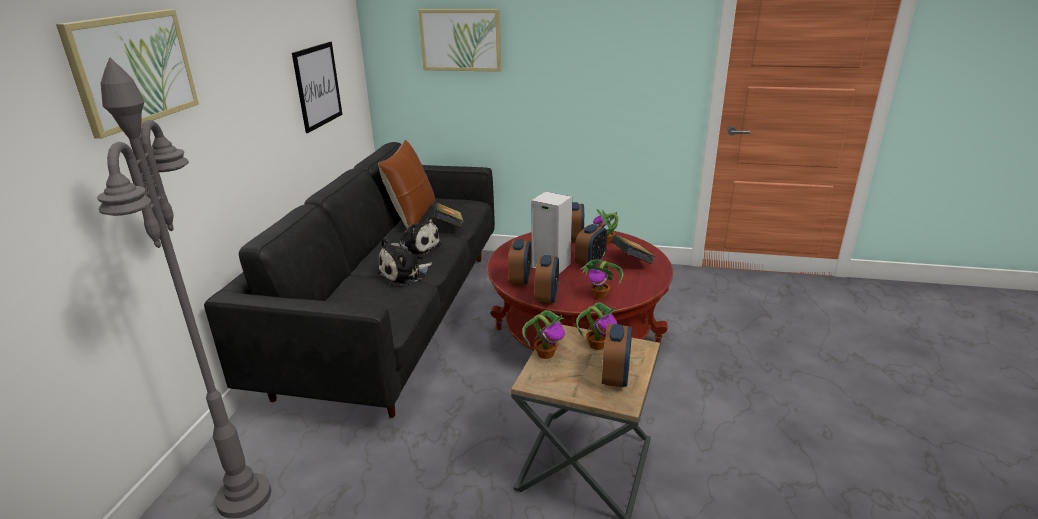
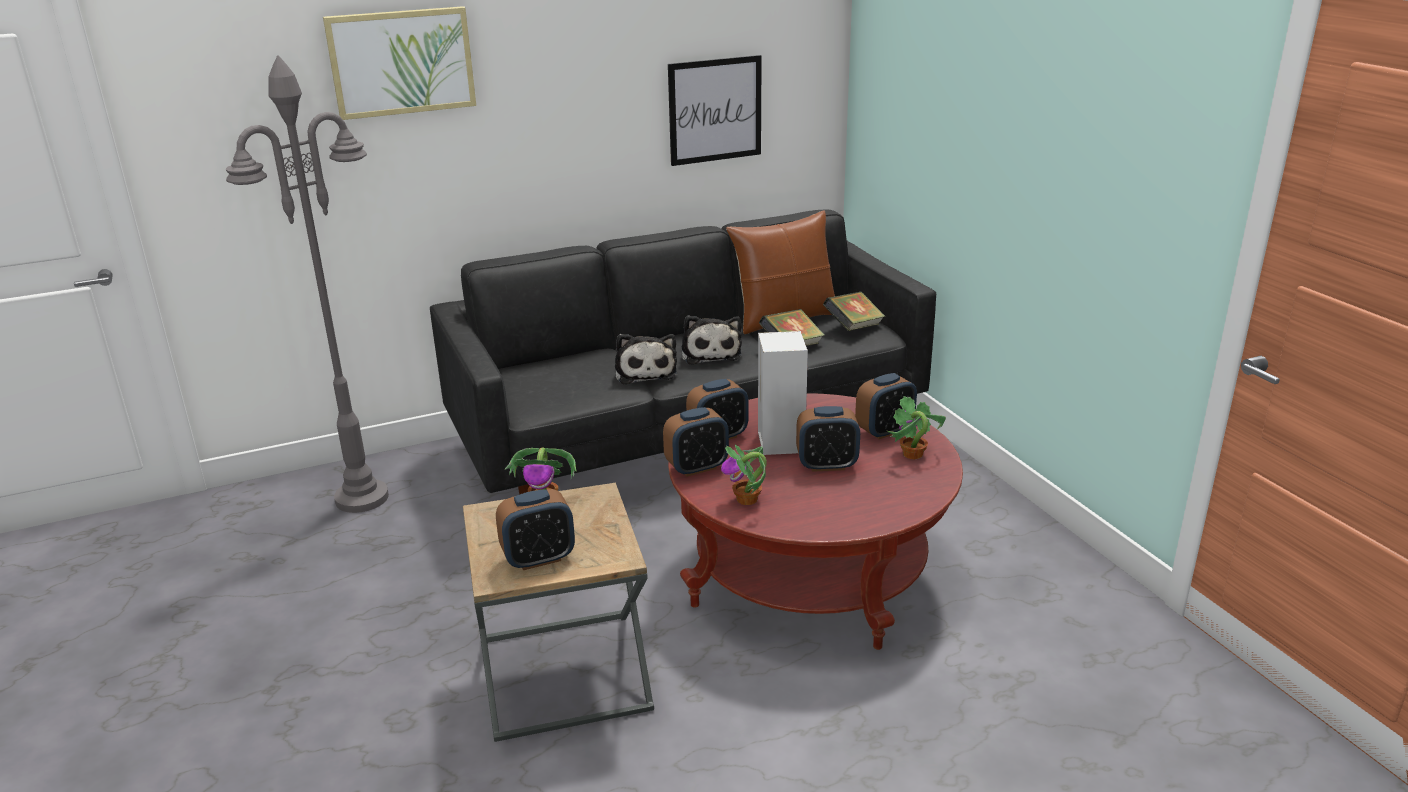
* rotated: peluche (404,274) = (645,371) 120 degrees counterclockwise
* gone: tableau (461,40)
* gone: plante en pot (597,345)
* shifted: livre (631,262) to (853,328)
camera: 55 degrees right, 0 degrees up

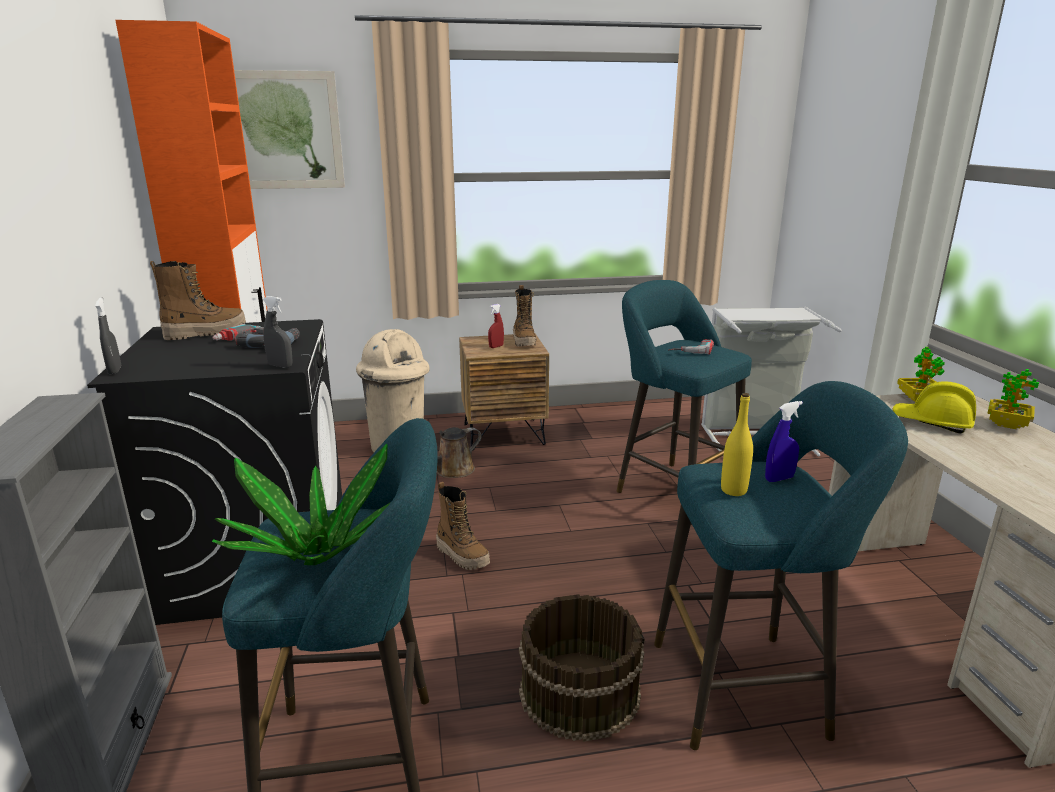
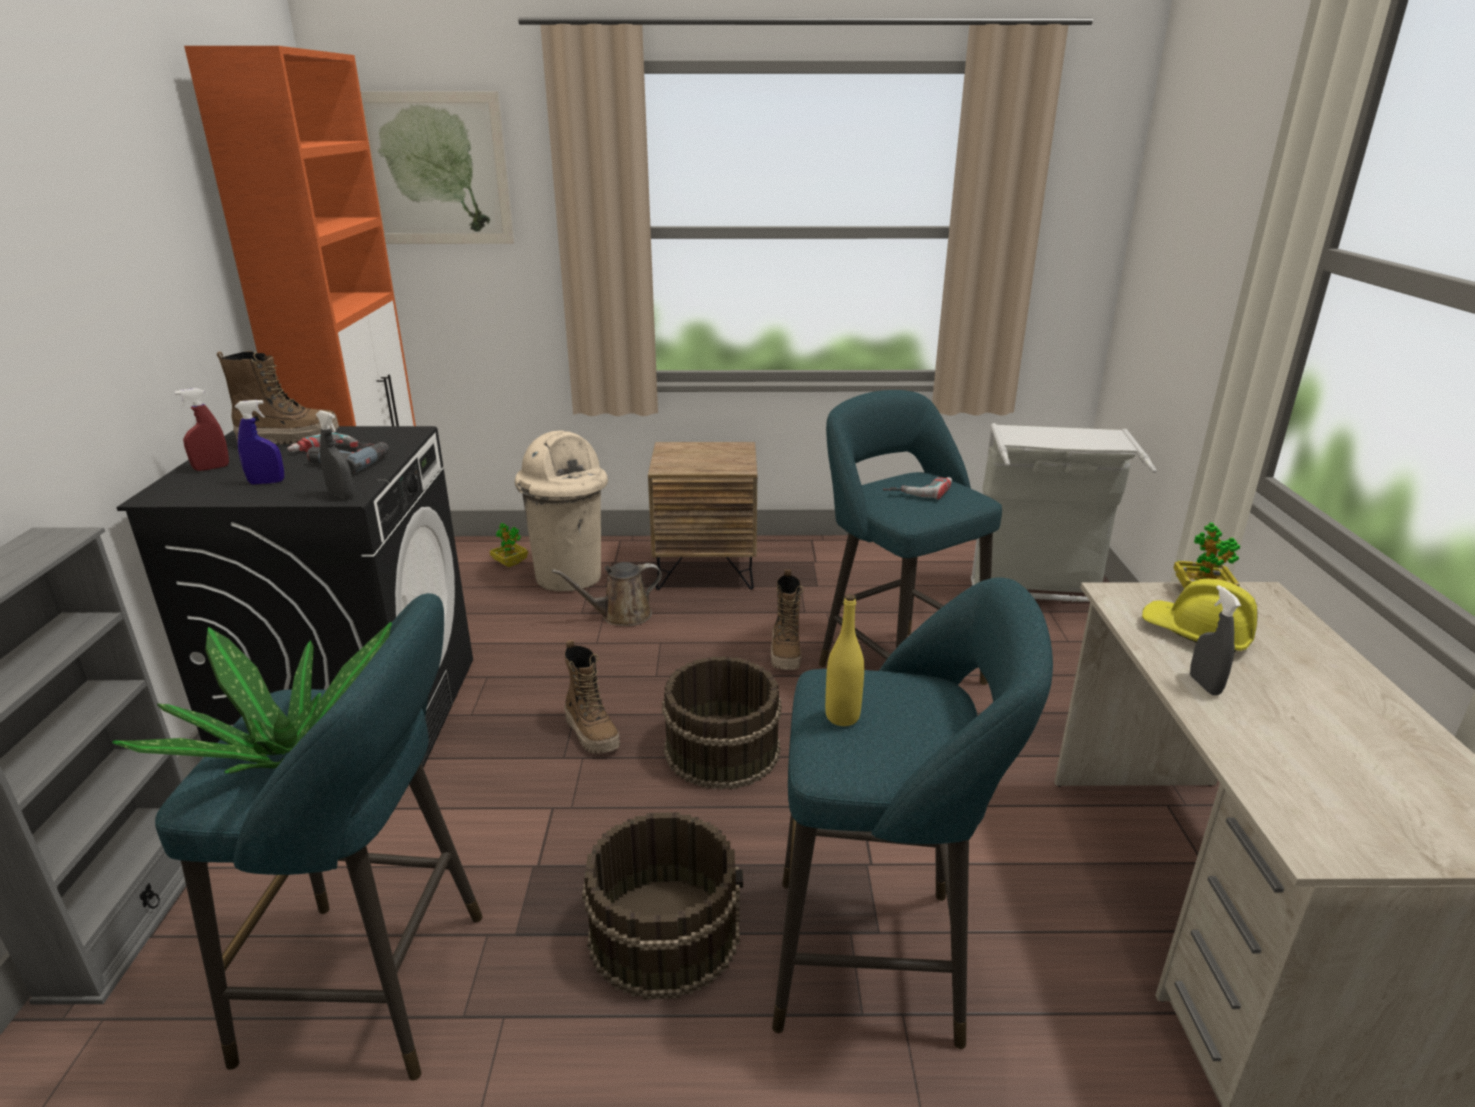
* shifted: vaporisateur [gris] (115,370) to (1204,685)
* shifted: vaporisateur [rouge] (496,346) to (211,468)
* shifted: botte (524,342) to (786,653)
* shifted: vaporisateur [bleu] (779,479) to (267,482)
* shifted: plante en pot (1007,424) to (510,563)
* new: seau [marron] (720,750)
camera: 10 degrees right, 5 degrees up

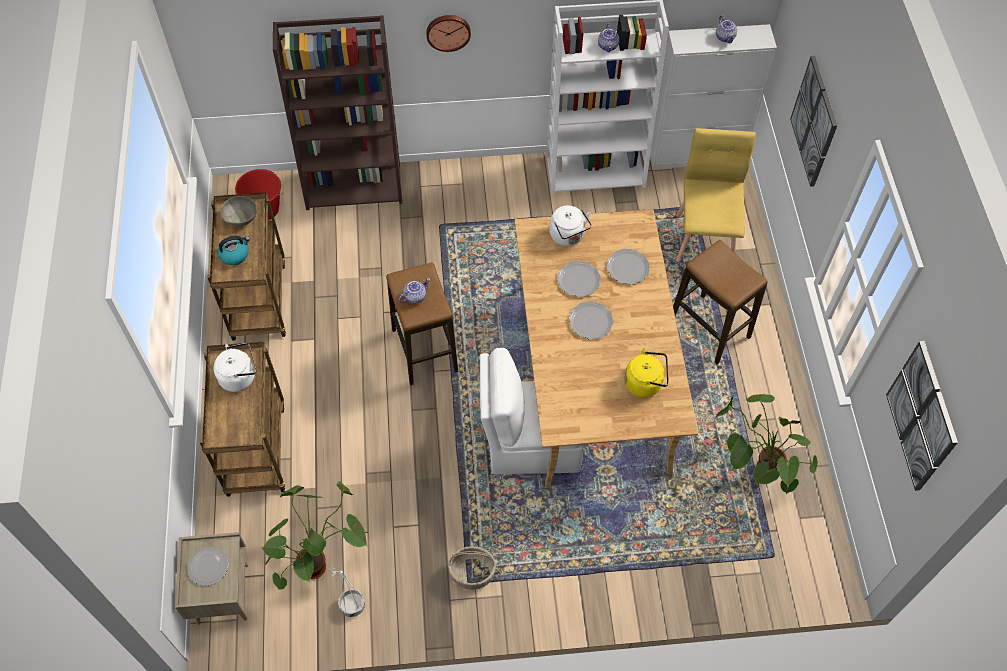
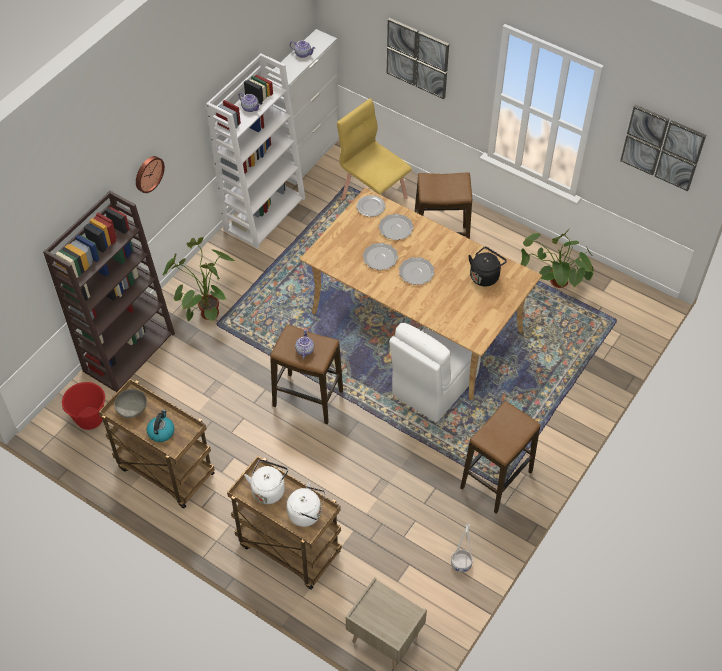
* shifted: assiette (208,567) to (370,207)
* shifted: plante en pot (317,556) to (204,308)
* swapped: panier (472,573) to tabouret (496,480)
* shifted: bouilloire [blanc] (568,236) to (307,514)
* repainted: bouilloire [jaune] (645,383) to bouilloire [noir] (485,275)
camera: 50 degrees left, 5 degrees down

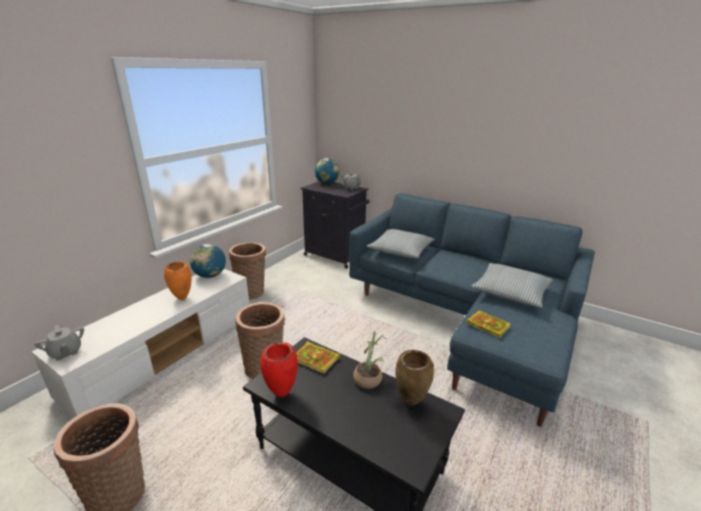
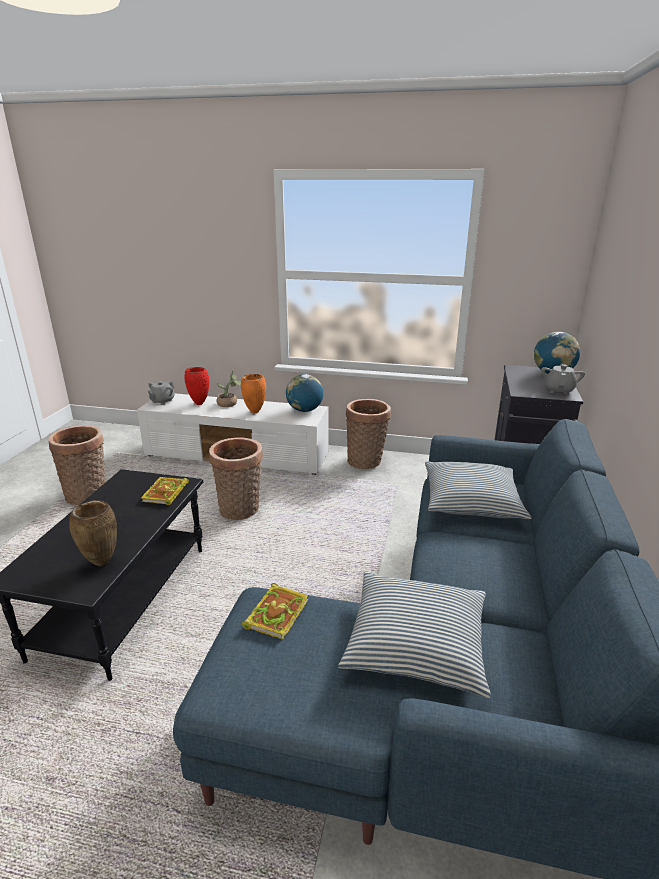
* shifted: vase [rouge] (281,393) to (200,403)
* shifted: plante en pot (369,377) to (229,404)
camera: 70 degrees right, 0 degrees up

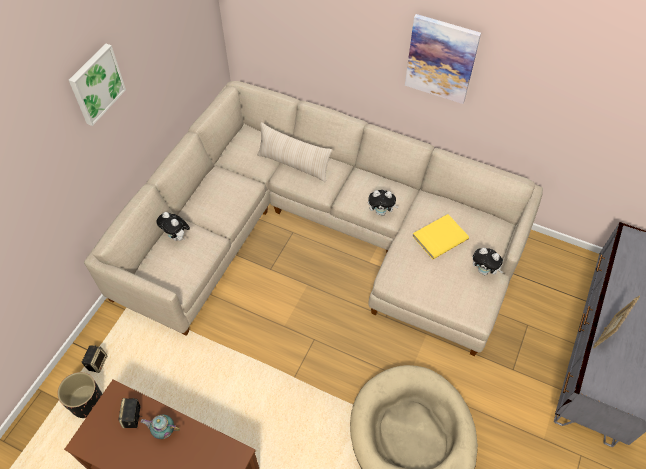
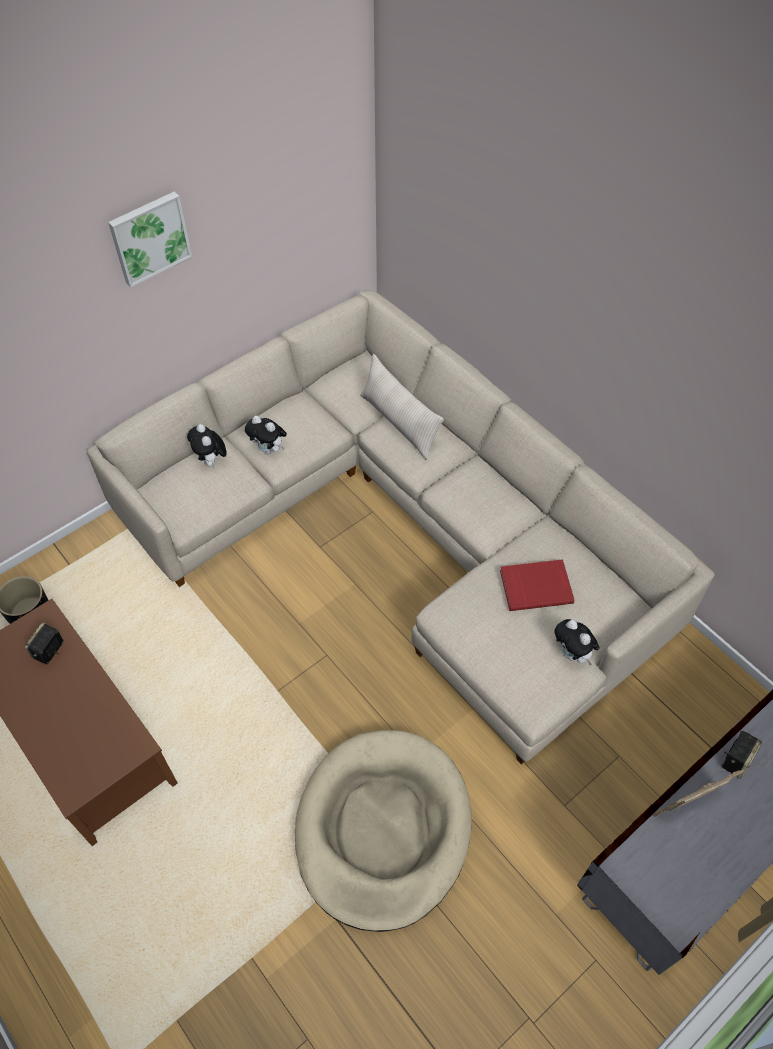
* shifted: enceinte (97,362) to (736,759)
* gone: théière (163,431)
* shifted: peluche (381,212) to (269,449)
* gone: tableau (441,59)
* repainted: livre [jaune] (439,237) to livre [rouge] (535,586)
camera: 25 degrees right, 0 degrees up

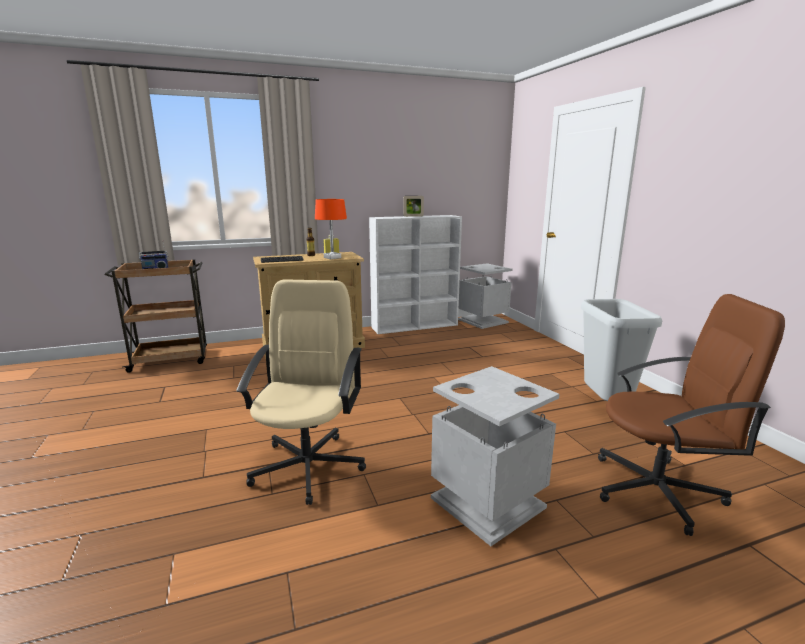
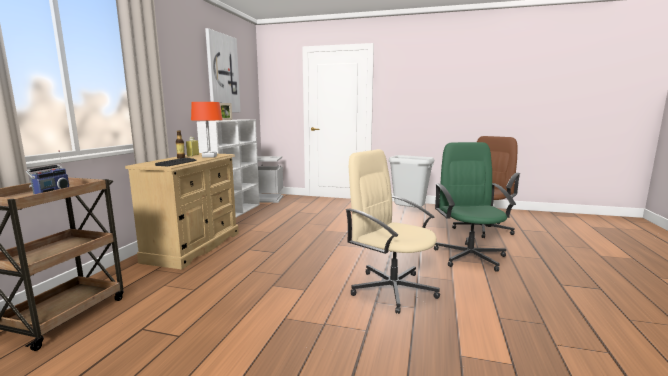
* swapped: poubelle [gris] (488,503) to chaise de bureau [vert] (469,256)
* new: tableau (222,74)
camera: 55 degrees left, 5 degrees down

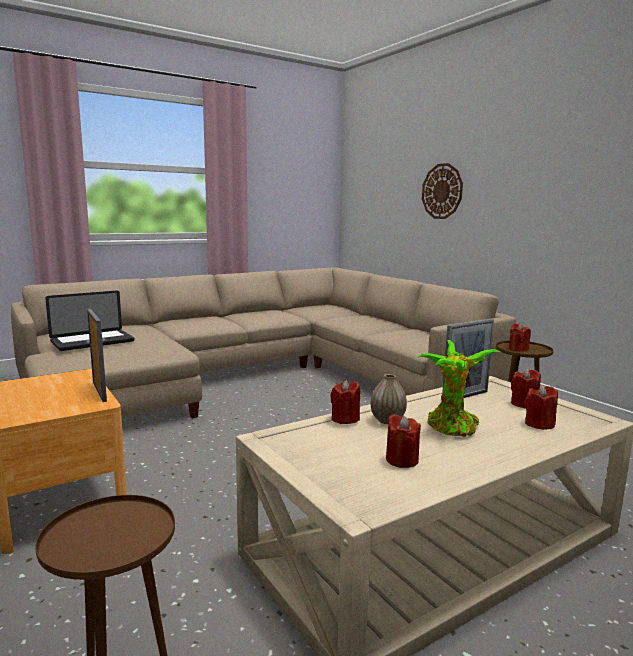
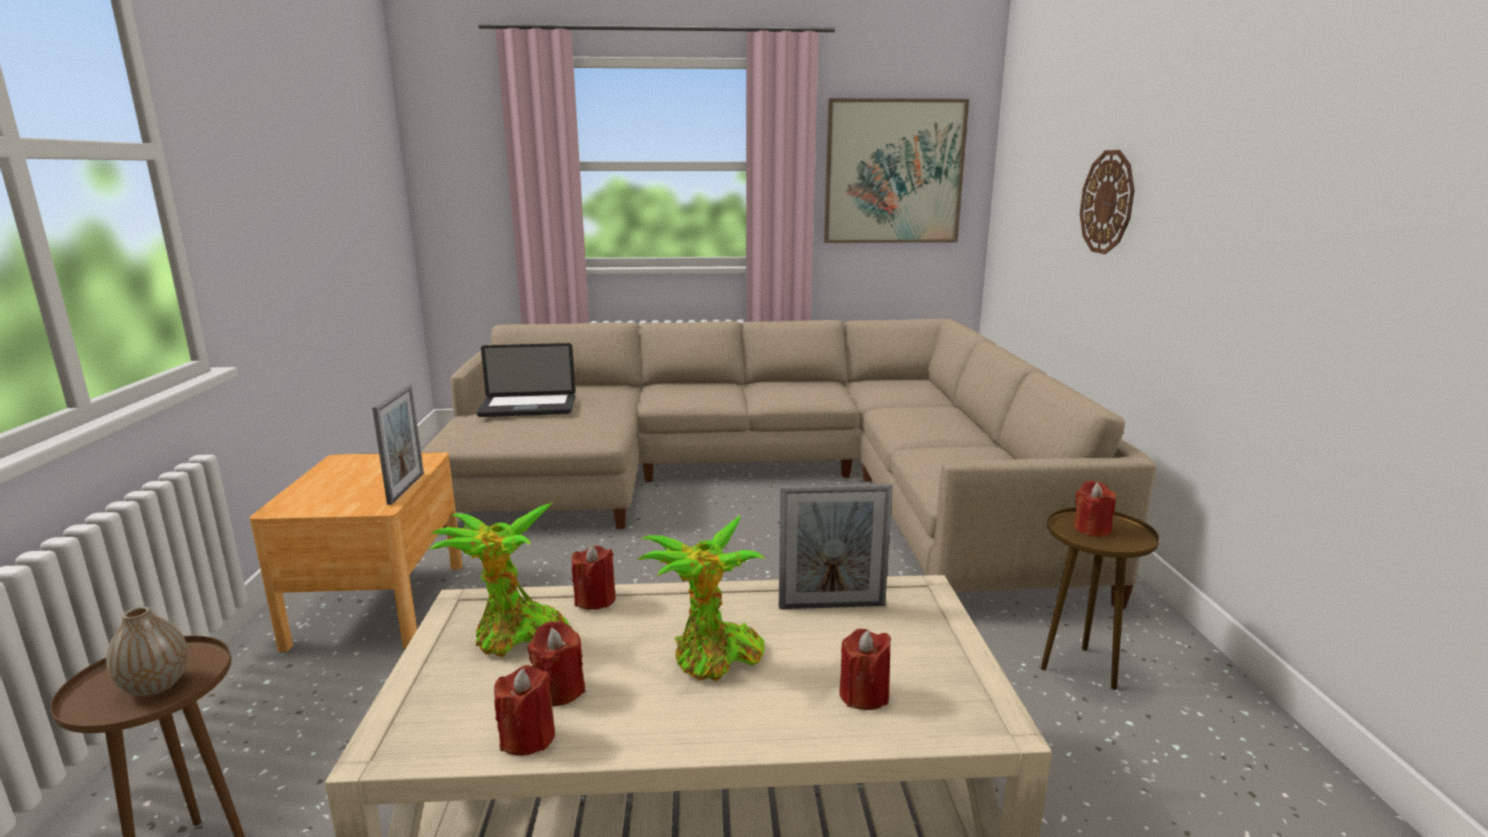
* shifted: vase (387,421) to (156,686)
* shifted: bougie [rouge] (524,404) to (527,737)
* new: plante en pot (514,638)
* new: tableau (893,172)
camera: 30 degrees right, 5 degrees up

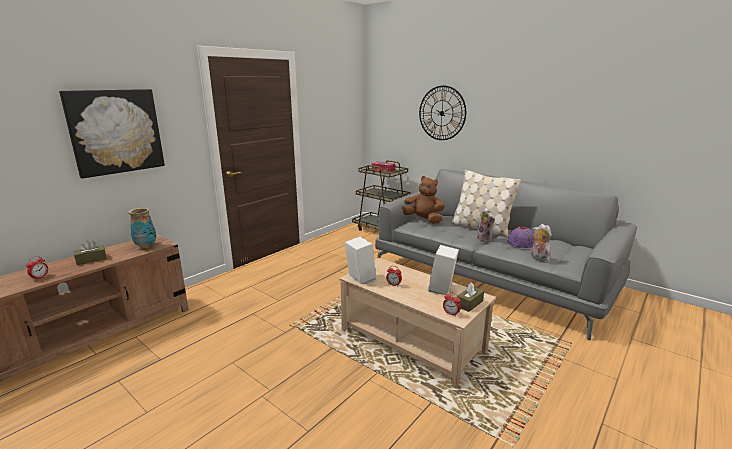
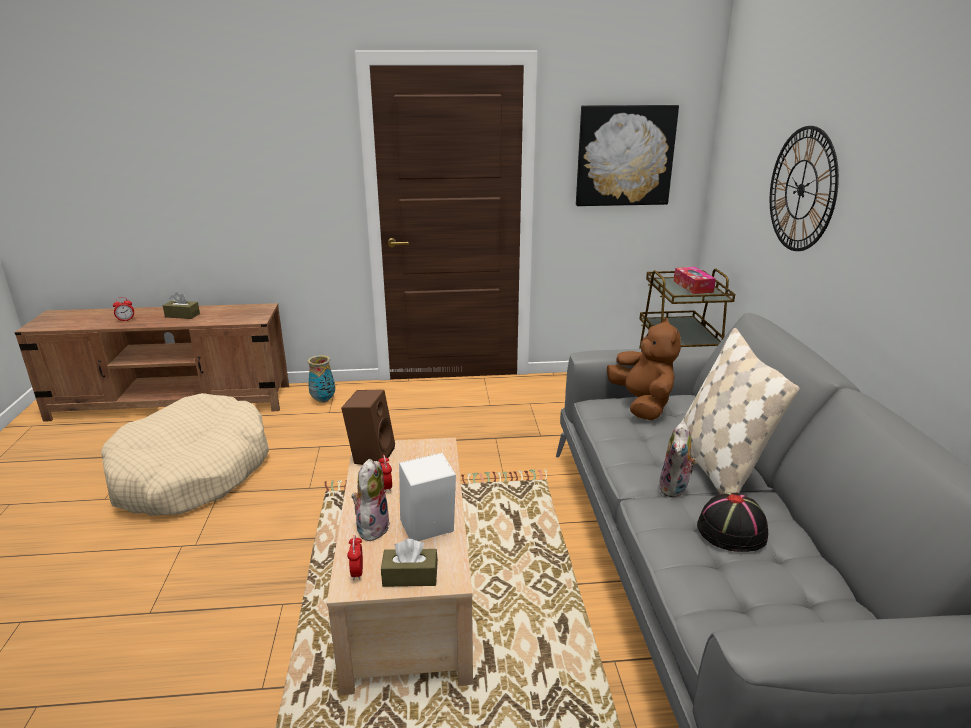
* shifted: tableau (116,131) to (624,156)
* shifted: vase (146,246) to (323,400)
* repainted: enceinte [blanc] (359,278) to enceinte [marron] (371,455)
* repainted: chapeau [violet] (522,242) to chapeau [noir] (732,530)
* shifted: peluche (538,259) to (371,527)
* new: panier pour chien [beige] (191,472)
camera: 45 degrees right, 5 degrees up

